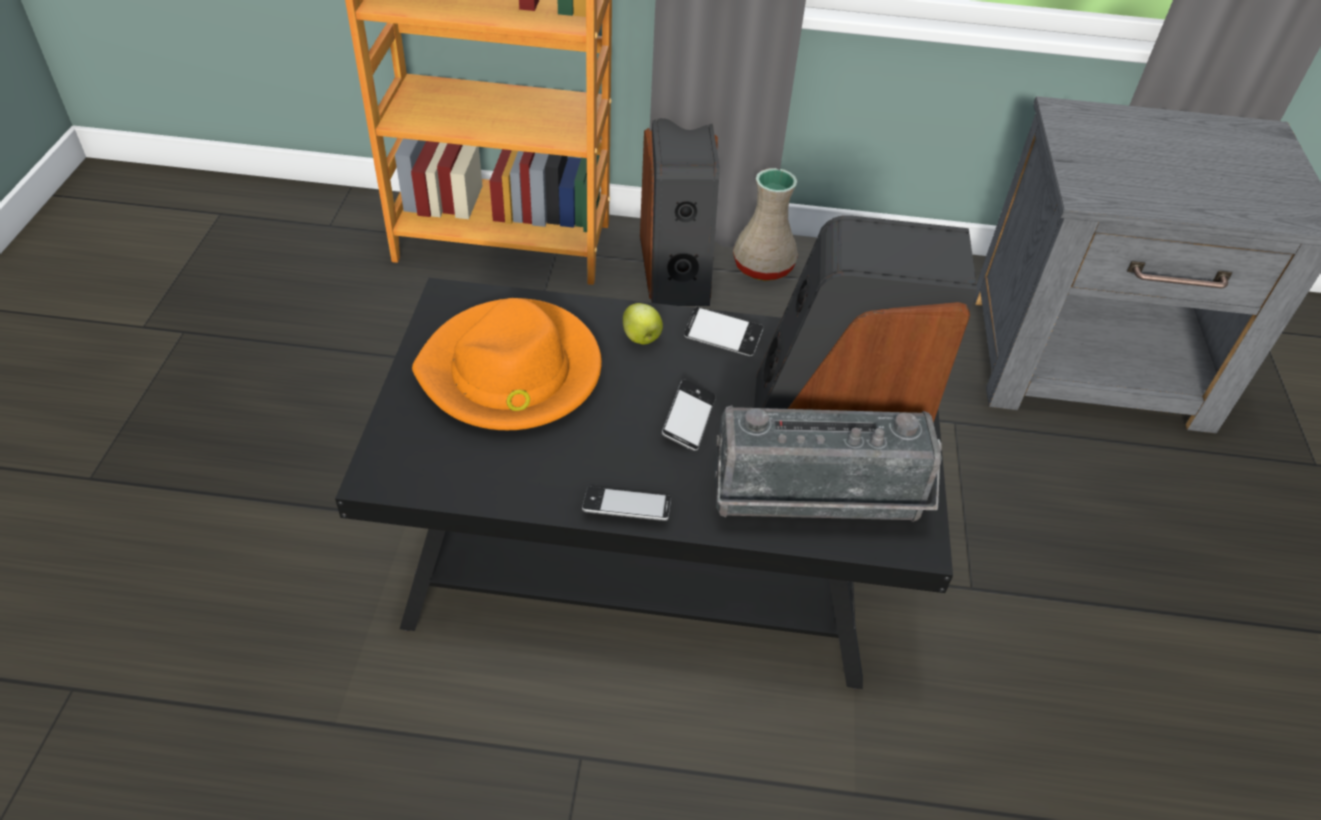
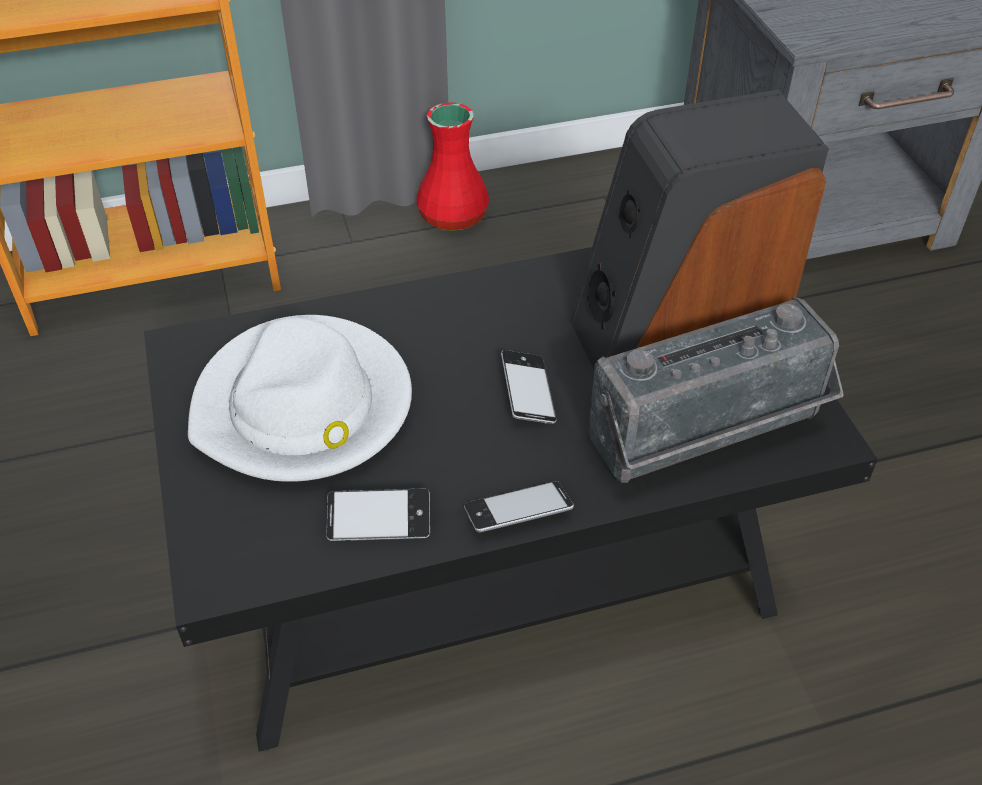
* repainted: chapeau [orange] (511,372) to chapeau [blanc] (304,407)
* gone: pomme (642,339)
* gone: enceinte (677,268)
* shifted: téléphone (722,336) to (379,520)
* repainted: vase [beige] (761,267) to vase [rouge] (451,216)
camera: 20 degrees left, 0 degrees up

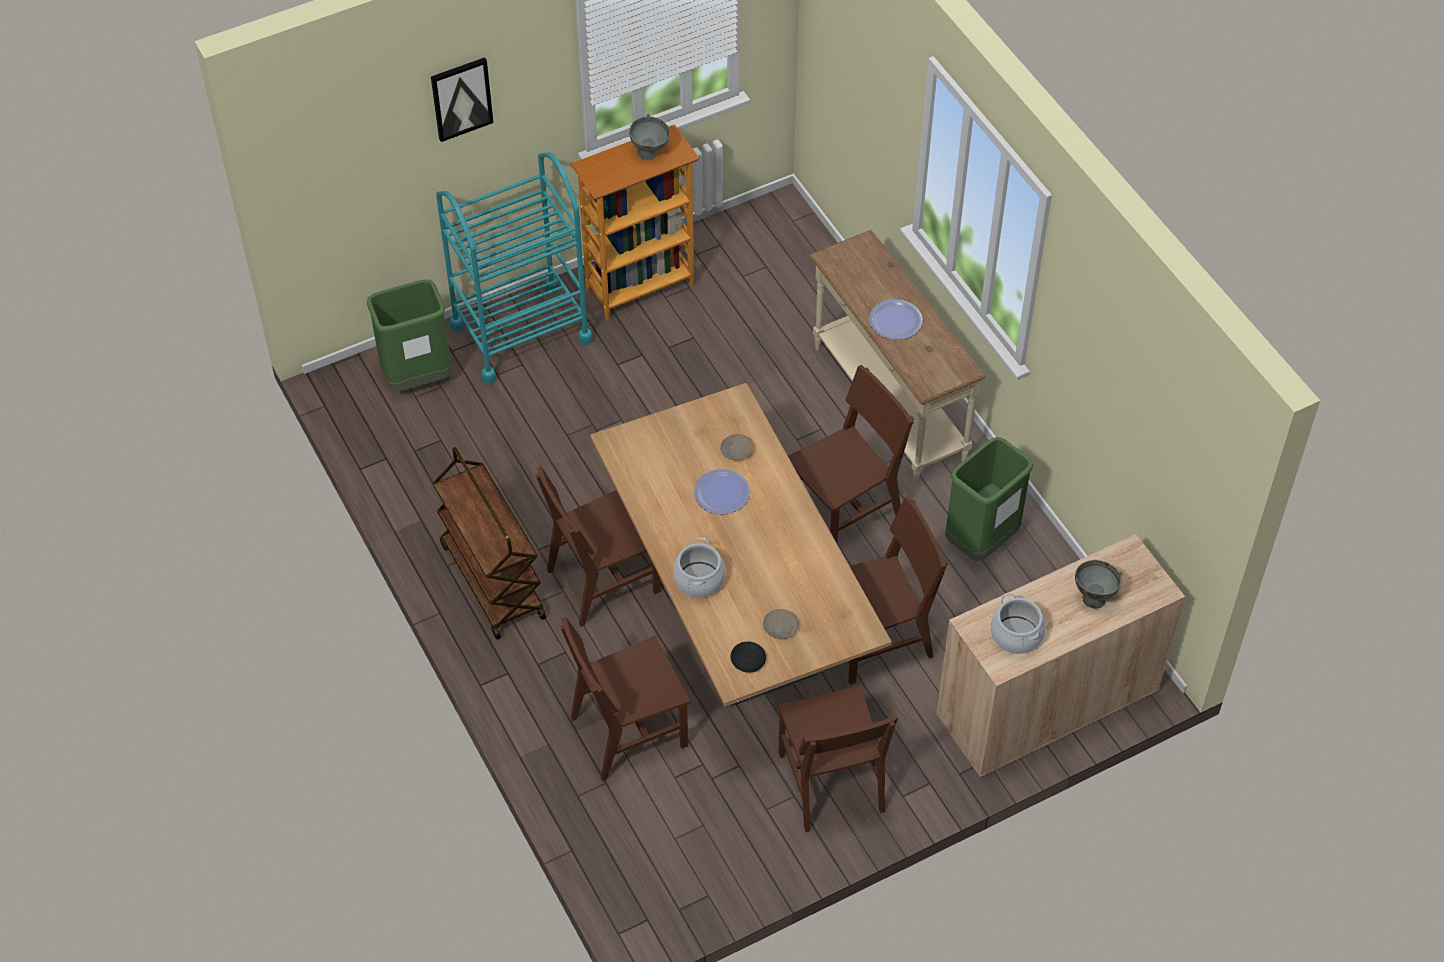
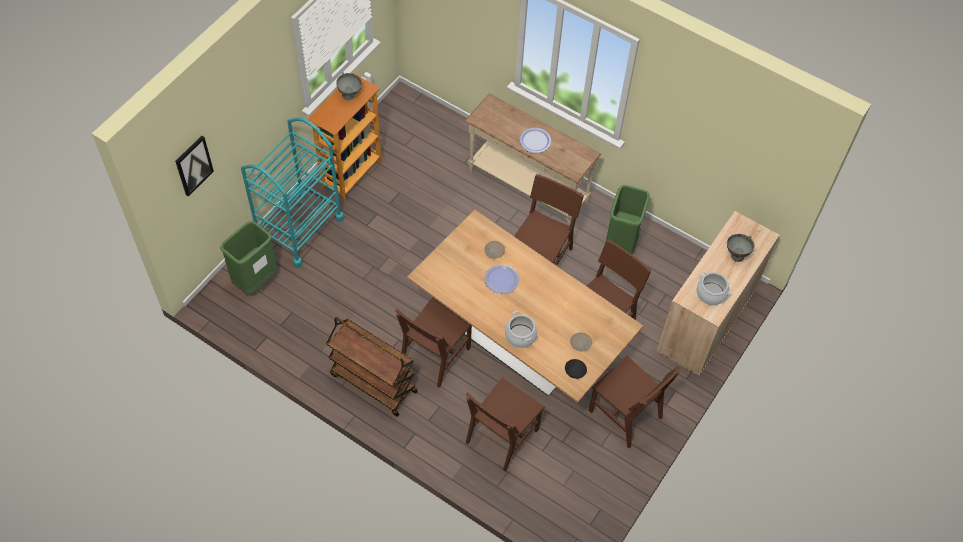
* shifted: tableau (461,98) to (193,165)
camera: 30 degrees left, 5 degrees up

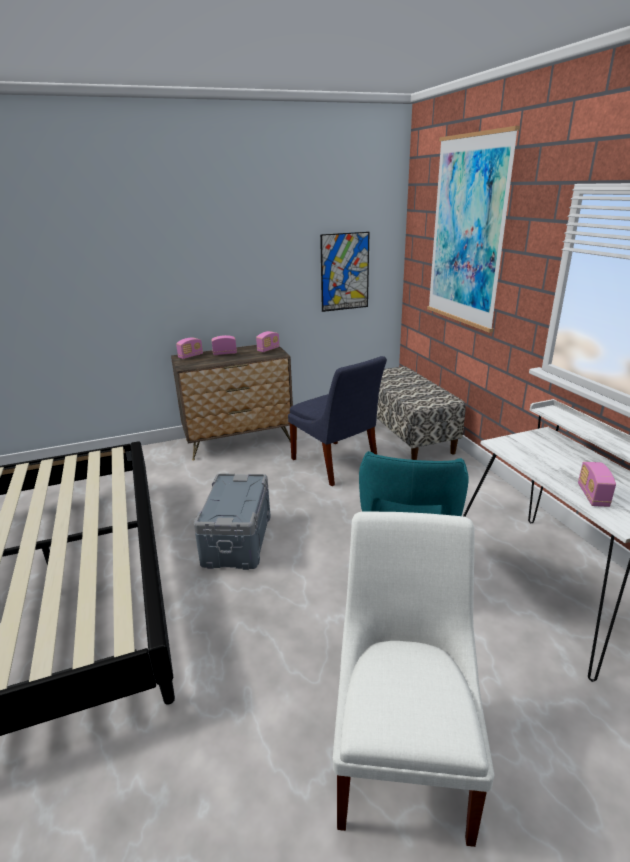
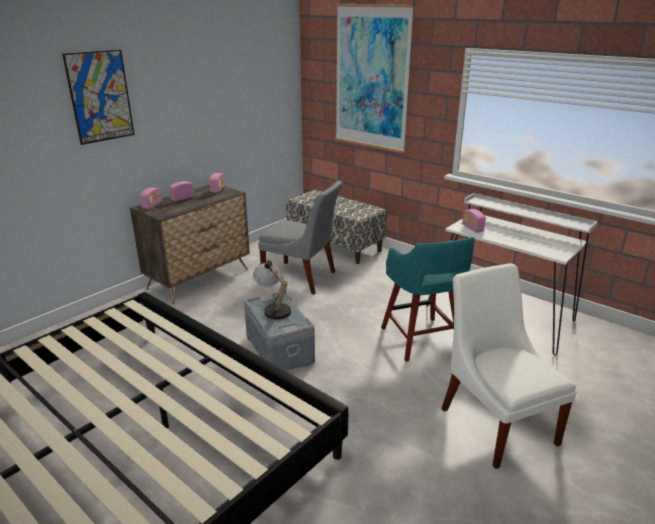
* repainted: chaise [bleu] (336,464) to chaise [gris] (302,278)
* shifted: tableau (344,272) to (100,97)
* shifted: radio (592,496) to (472,228)
* new: lampe de table (273,309)
camera: 30 degrees left, 0 degrees up

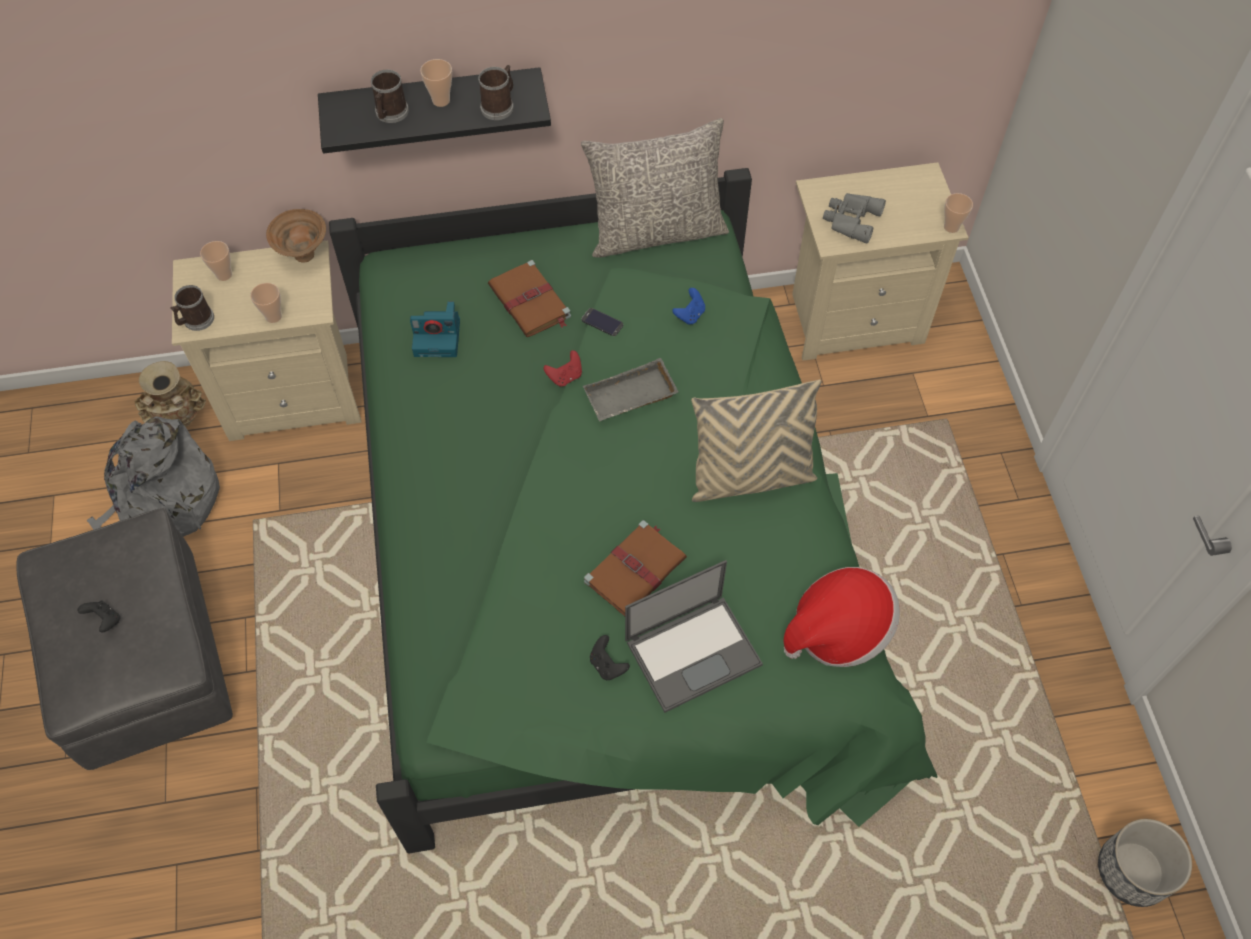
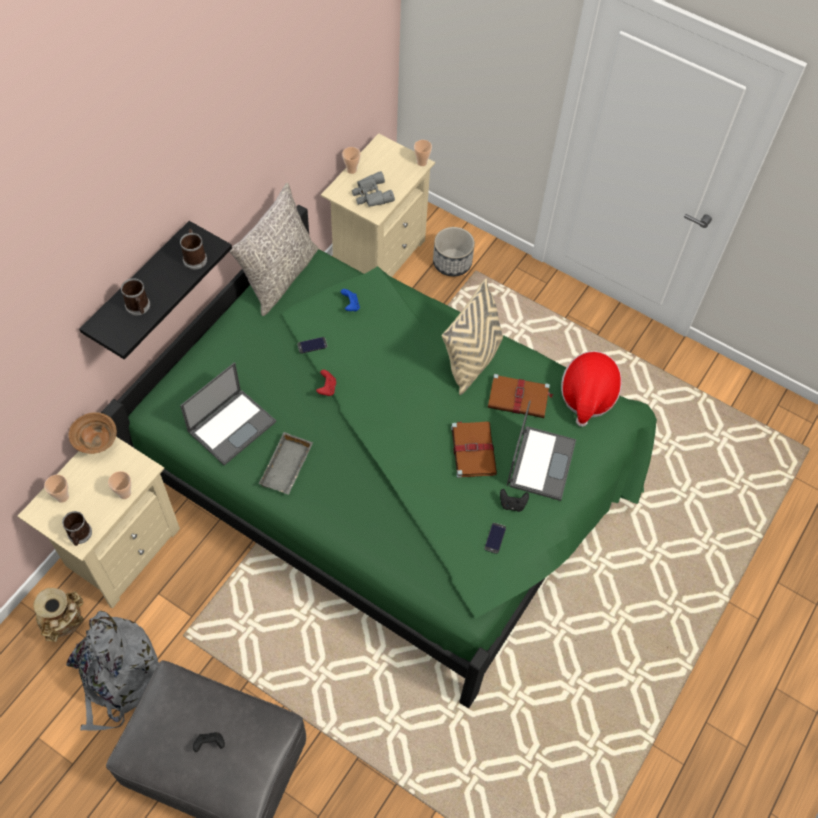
* swapped: appareil photo (438,337) to ordinateur portable (232,425)
* shifted: tasse (441,100) to (351,170)
* shifted: livre [marron] (530,302) to (519,398)
* shifted: plateau [gris] (630,398) to (288,468)
* shifted: cache-pot (1132,871) to (452,263)
* new: téléphone (495,538)
camera: 50 degrees left, 0 degrees up

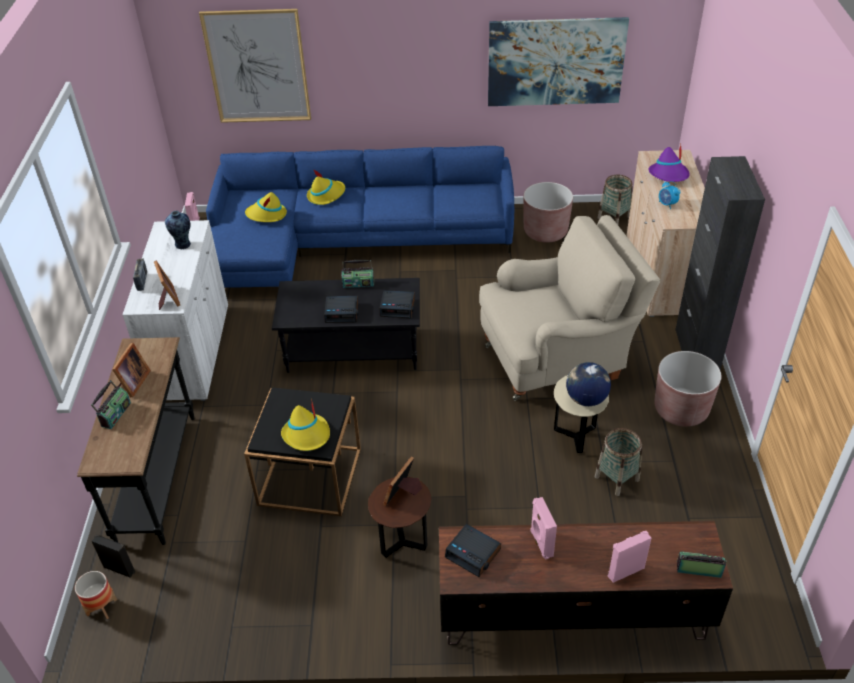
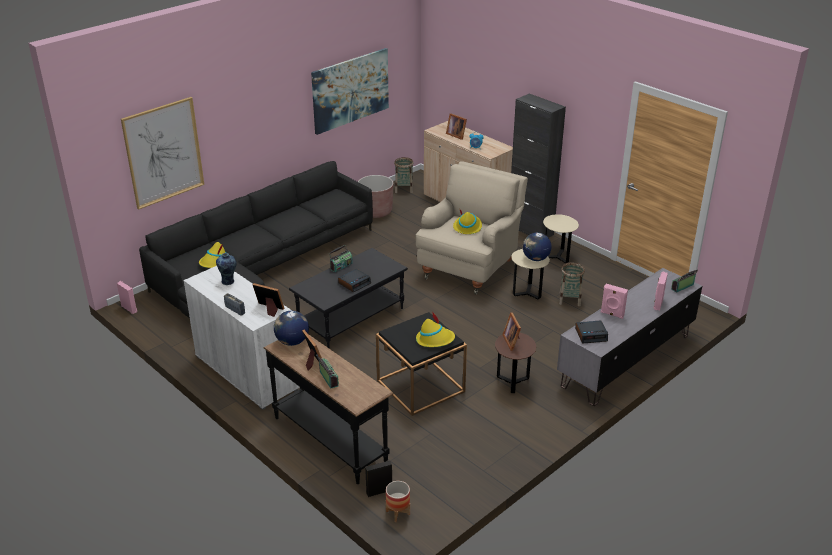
* repainted: canapé [bleu] (348,241) to canapé [noir] (260,268)
* shifted: chapeau [jaune] (326,195) to (467,227)
* gone: réveil (398,307)
* repainted: meuble télé [marron] (571,612) to meuble télé [gris] (625,360)
* swapped: chapeau [violet] (669,175) to cadre photo (456,135)
* swapped: cache-pot [marron] (681,409) to table d'appoint [beige] (557,257)
* new: globe (292,342)
camera: 45 degrees left, 10 degrees down

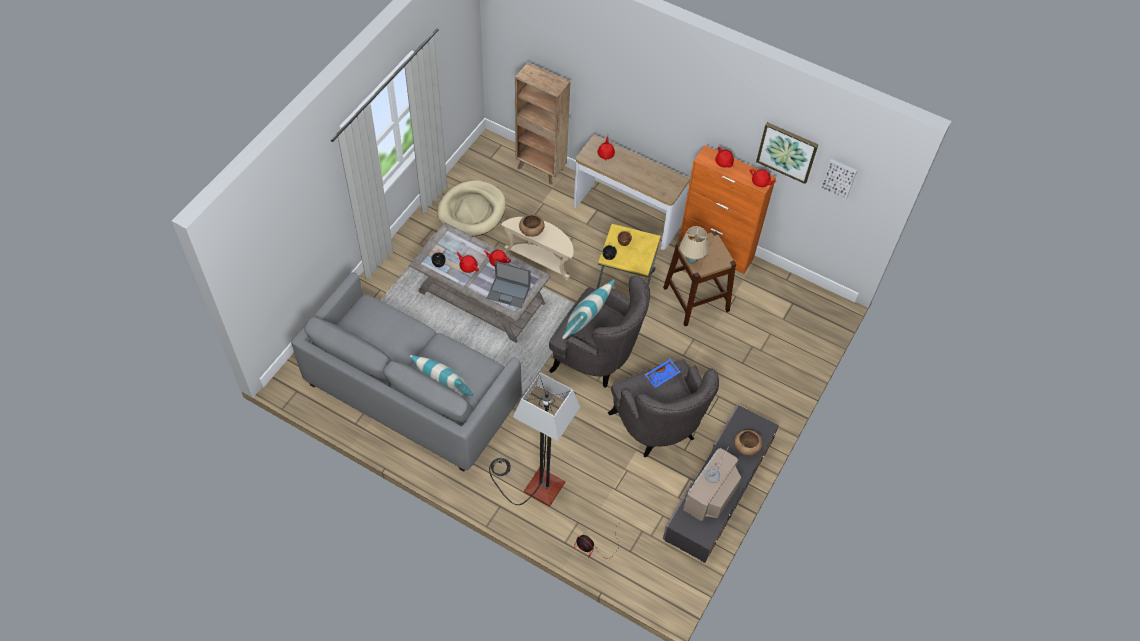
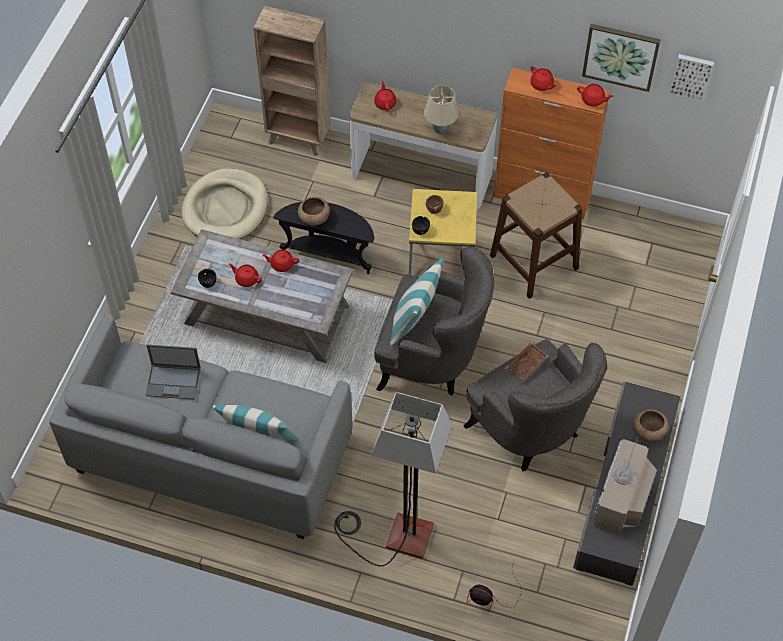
* shifted: ordinateur portable (509,292) to (174,381)
* repainted: table d'appoint [beige] (540,261) to table d'appoint [noir] (329,254)
* repainted: plateau [bleu] (662,376) to plateau [marron] (527,365)
* shifted: lampe de table [beige] (691,259) to (440,129)
camera: 10 degrees left, 0 degrees up

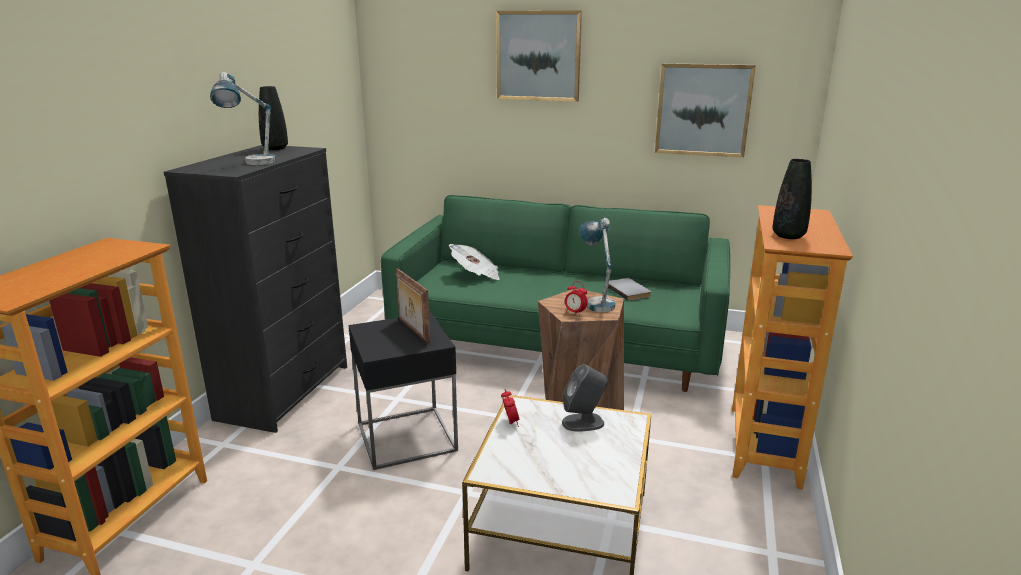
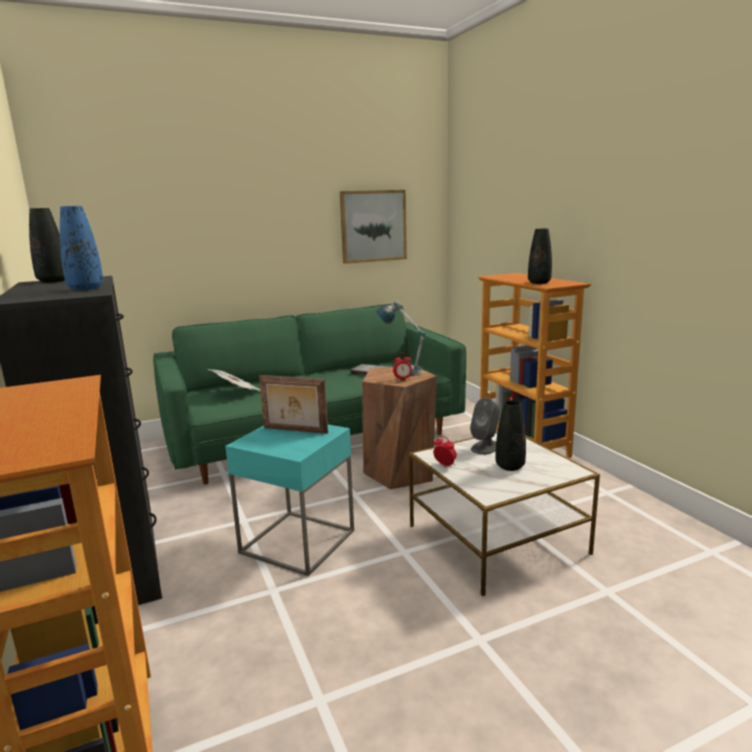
* swapped: lampe de table (252,164) to vase [bleu] (86,288)
* repainted: table d'appoint [noir] (406,437) to table d'appoint [turquoise] (297,541)
* gone: tableau (538,56)
* new: vase [noir] (510,466)
camera: 40 degrees left, 5 degrees down

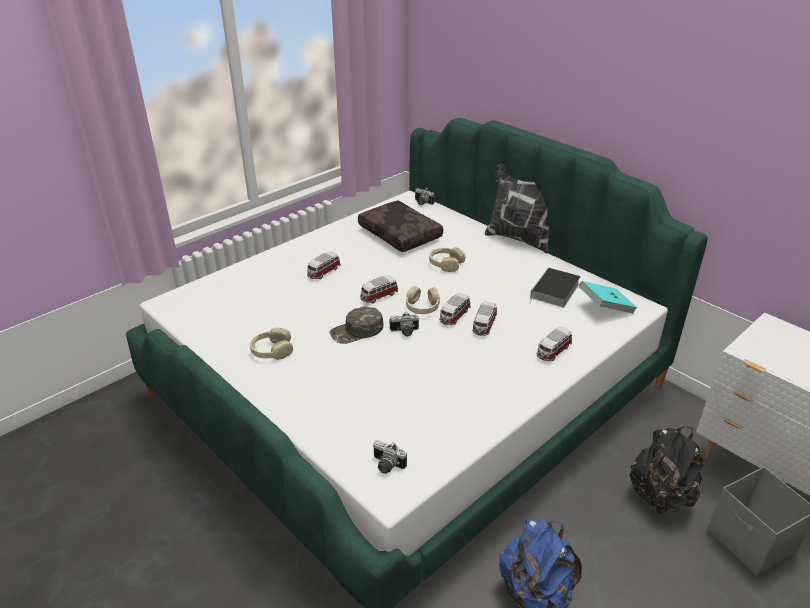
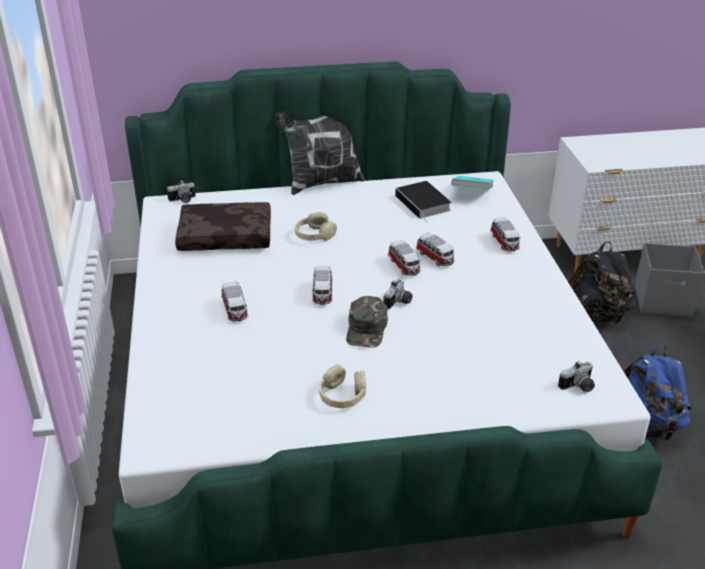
* gone: casque audio [beige] (422,307)
camera: 55 degrees left, 0 degrees up

